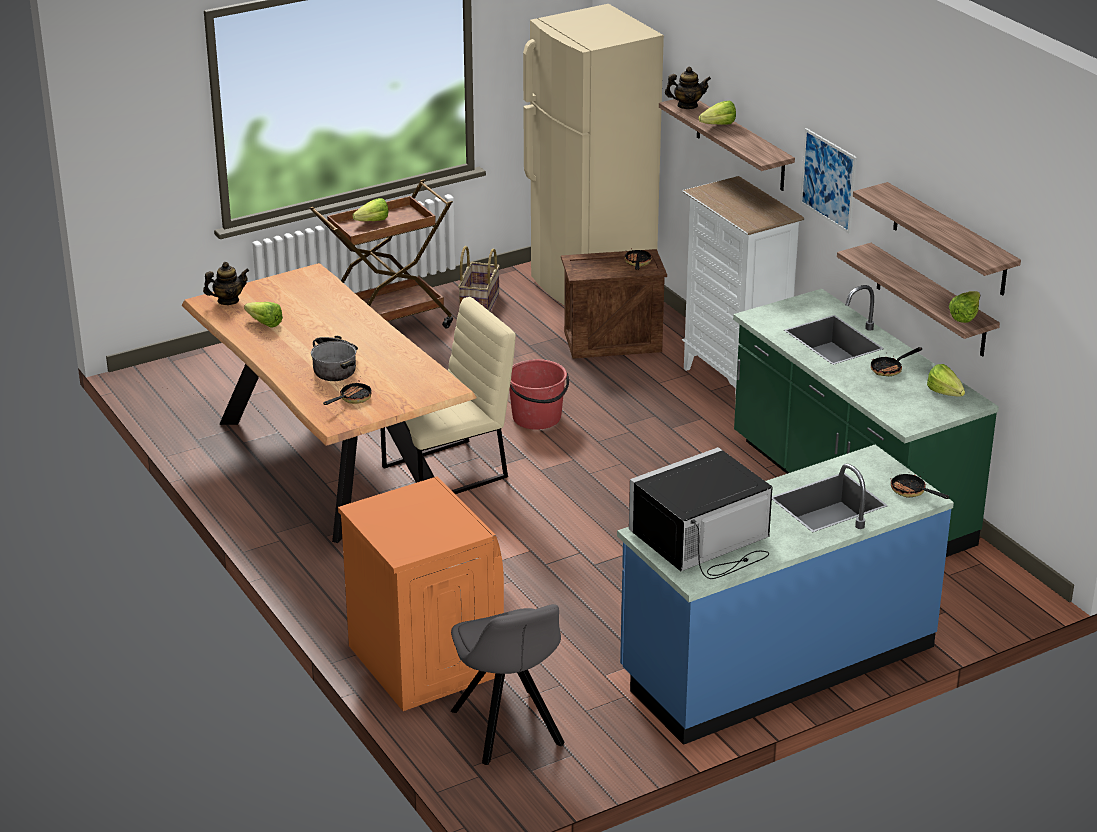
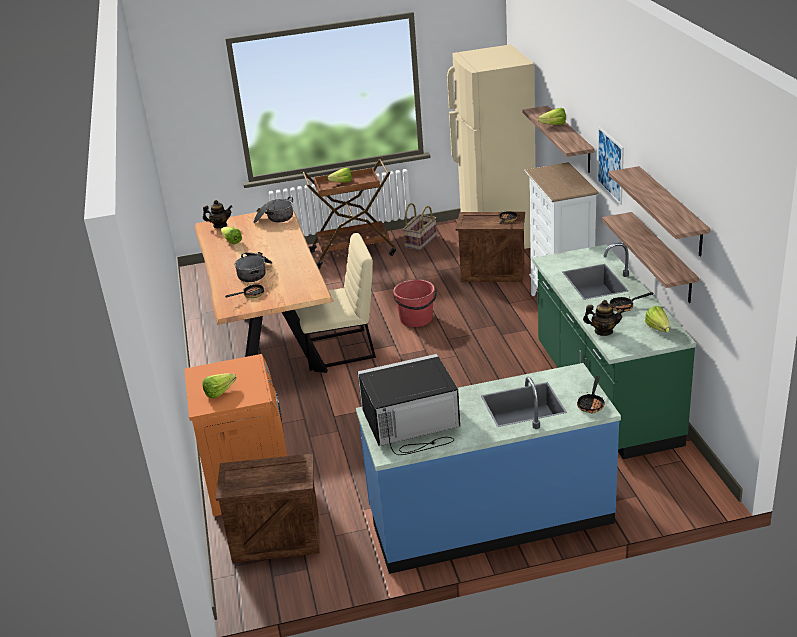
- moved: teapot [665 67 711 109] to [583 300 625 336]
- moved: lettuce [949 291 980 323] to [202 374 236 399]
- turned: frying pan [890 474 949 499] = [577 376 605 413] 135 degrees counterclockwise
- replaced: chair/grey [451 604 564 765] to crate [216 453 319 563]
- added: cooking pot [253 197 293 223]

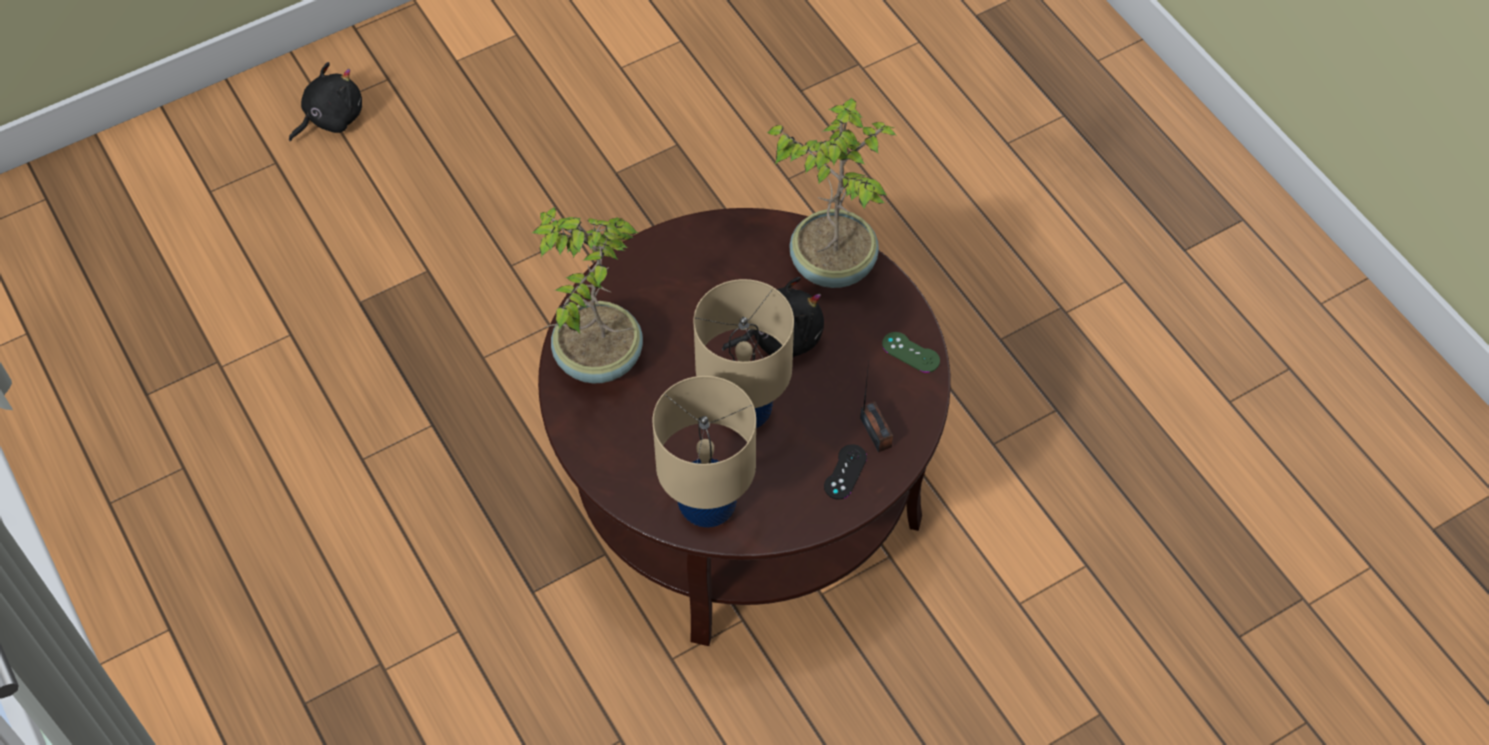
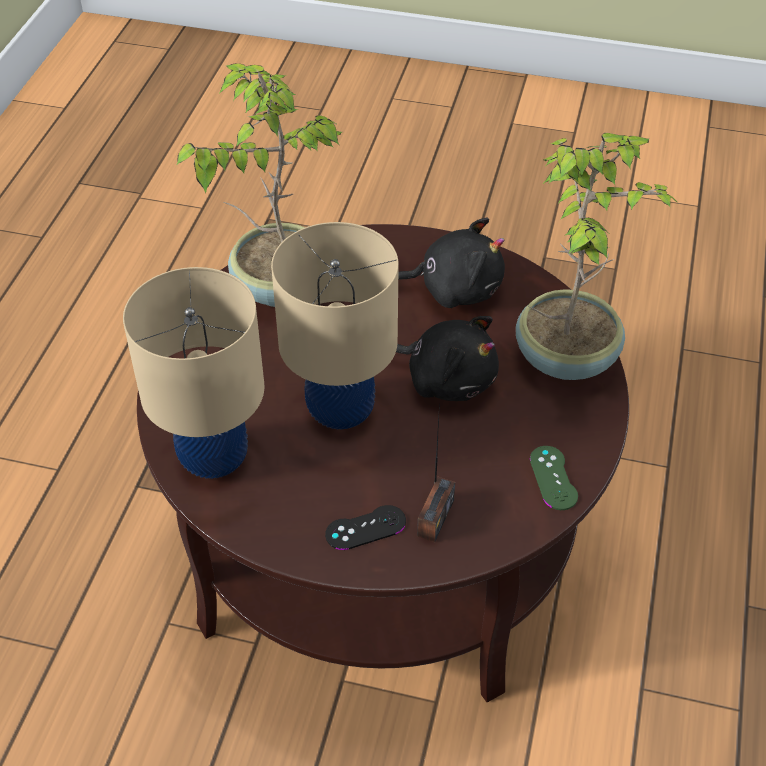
- moved: plush toy/black [289 62 362 141] to [398 218 505 308]

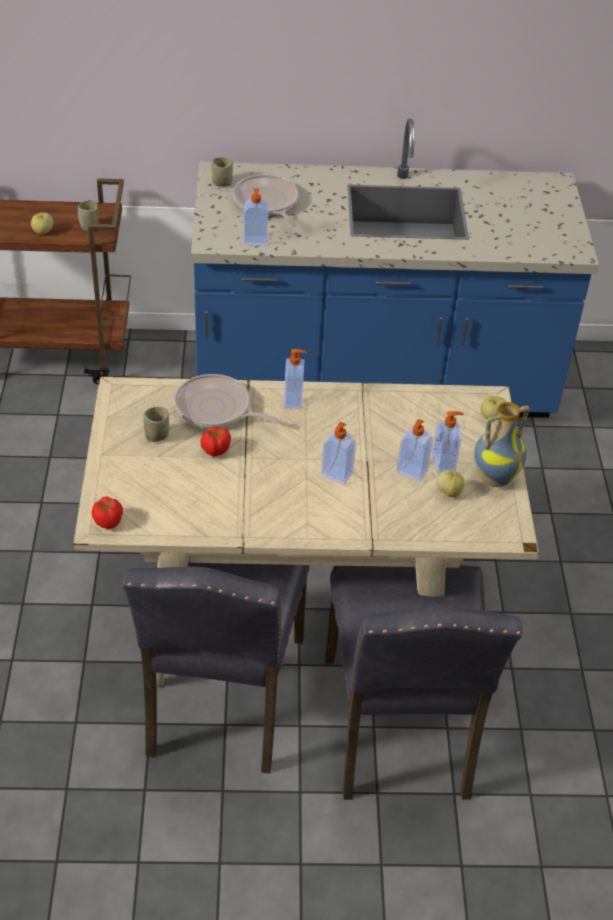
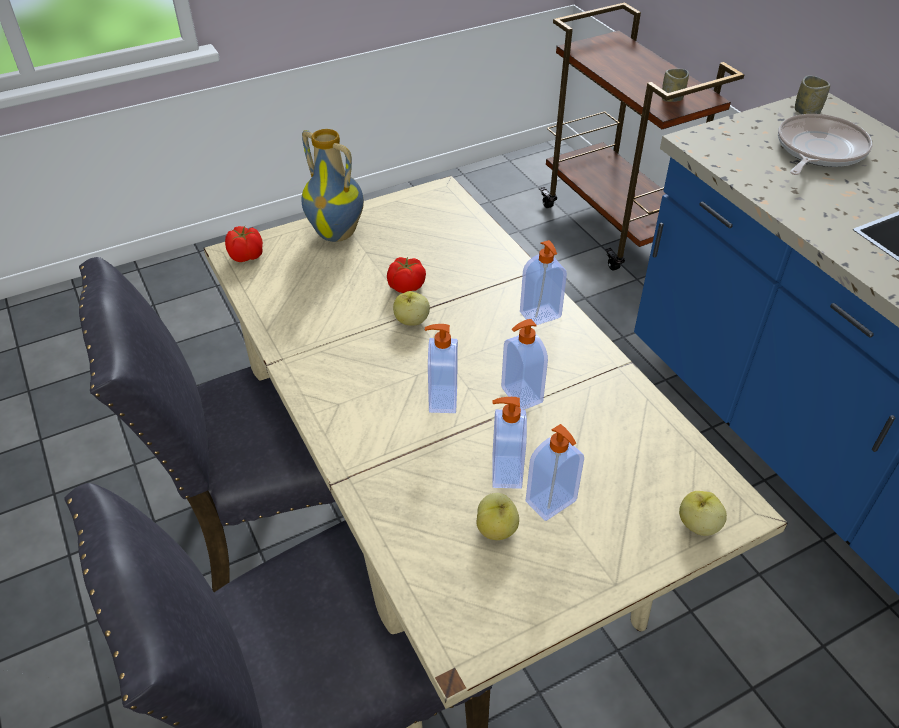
- moved: soap dispenser [244 189 268 246] to [501 319 548 410]
- moved: apple [31 212 53 234] to [393 291 430 325]
- removed: frying pan [174 374 282 428]
- moved: vase [473 402 530 487] to [302 129 364 242]
- removed: cup [143 406 169 442]

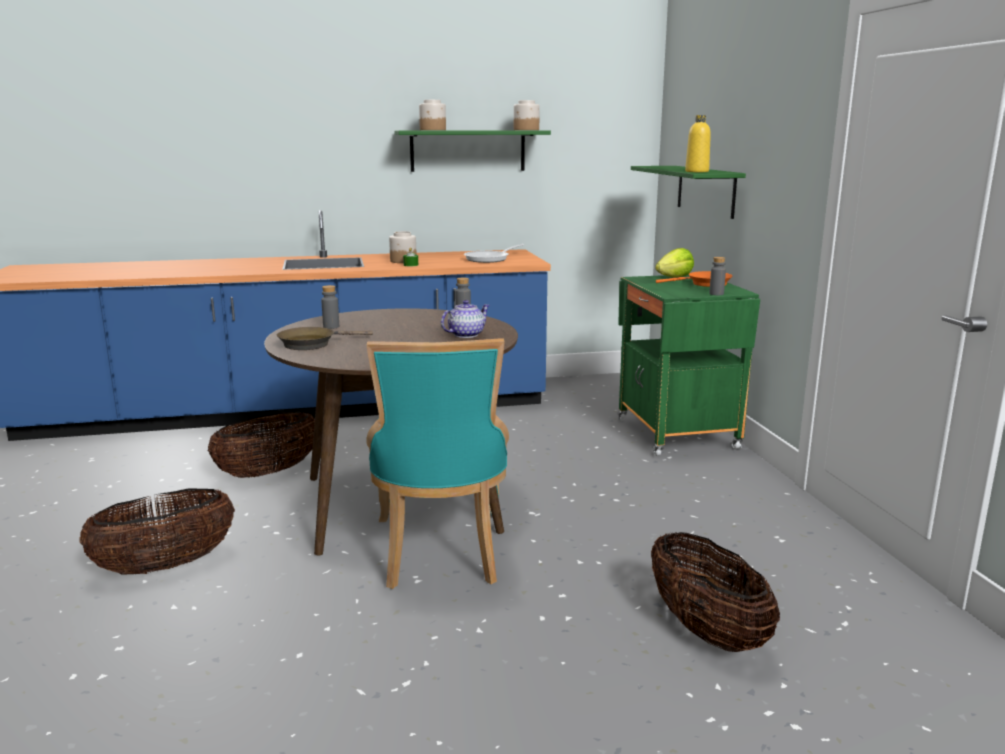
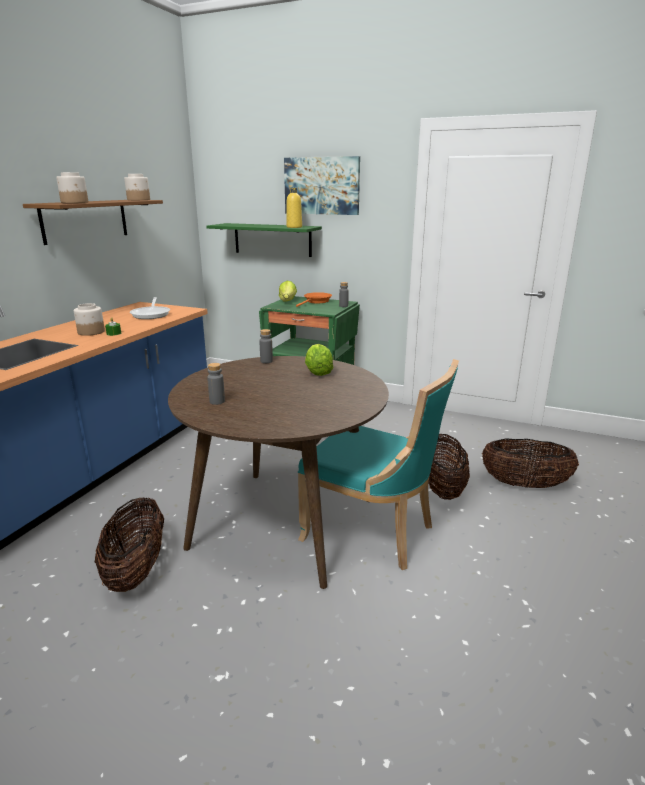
- recoloured: shelf/green [394 130 551 172] to shelf/brown [23 200 163 245]
- replaced: teapot [441 300 490 338] to lettuce [305 344 333 376]
- removed: frying pan/brown [277 327 373 350]
- moved: basket [79 488 235 575] to [428 434 470 500]
- added: picture [284 156 360 215]

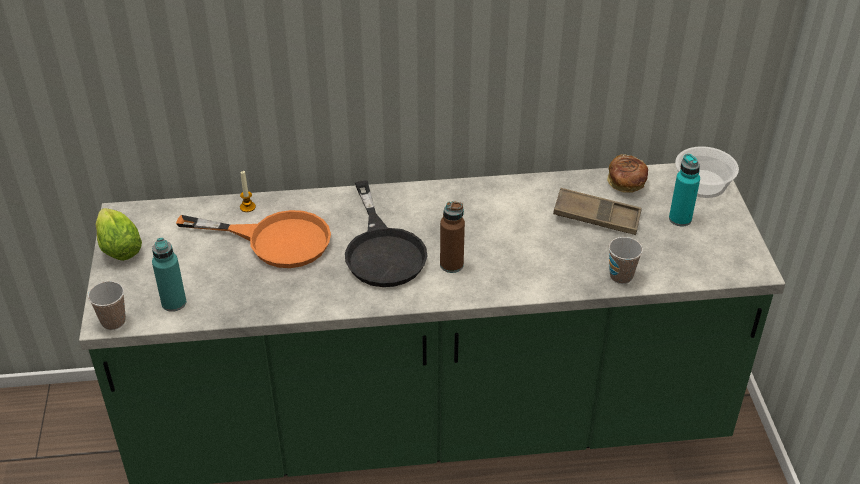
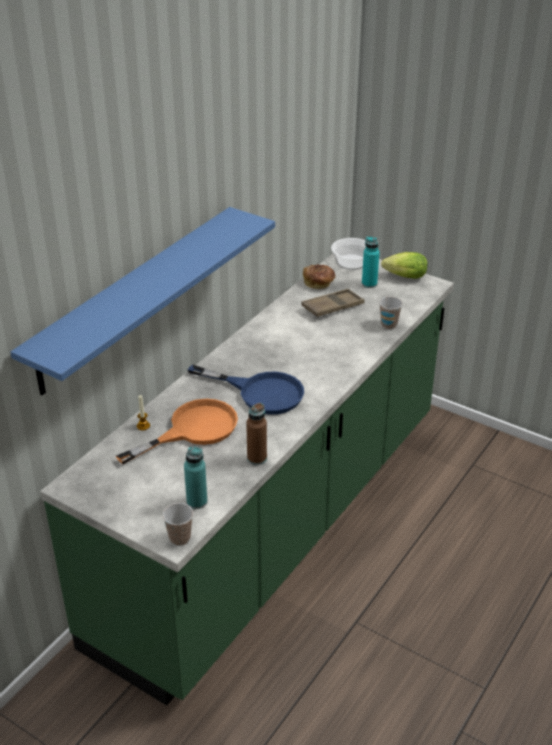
- recoloured: frying pan/black [345 180 427 287] to frying pan/blue [188 365 304 415]
- moved: bottle/brown [440 201 465 273] to [246 403 267 465]
- moved: lettuce [95 208 142 261] to [381 252 427 279]
- added: shelf/blue [10 207 275 395]

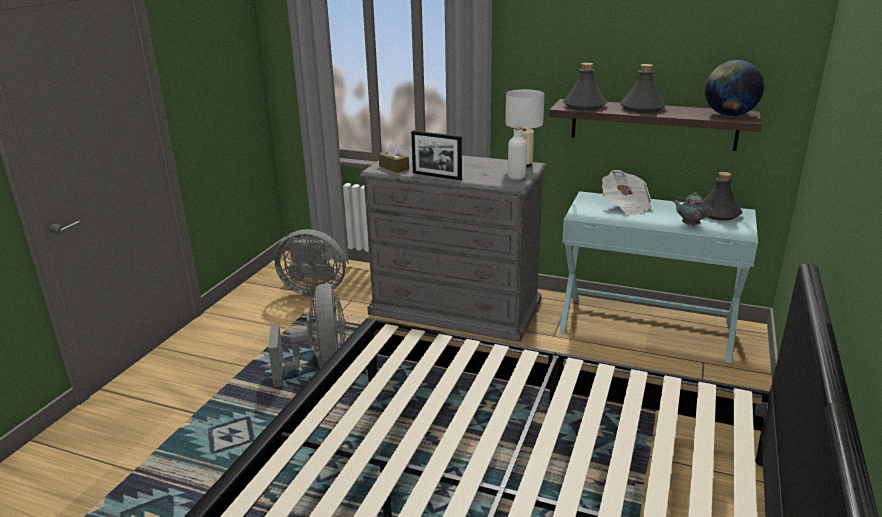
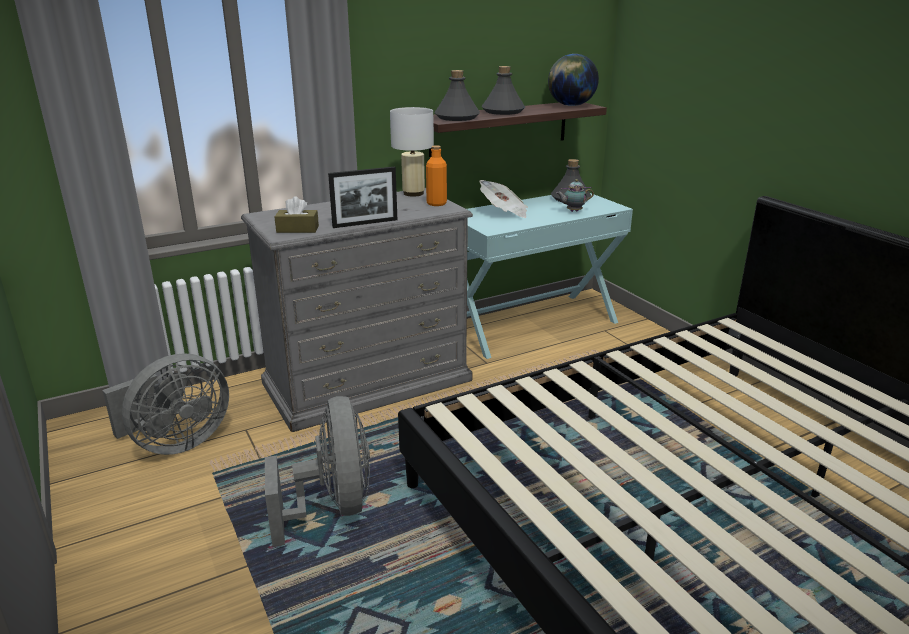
- recoloured: bottle/white [508 126 527 180] to bottle/orange [426 145 447 206]
- turned: fan/grey [268 284 346 387] = [265 396 370 547] 45 degrees clockwise

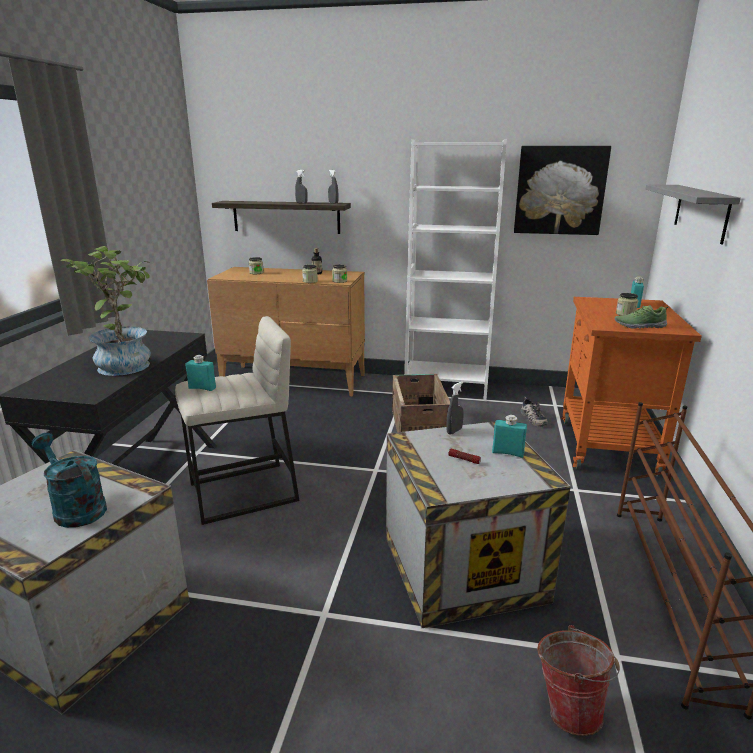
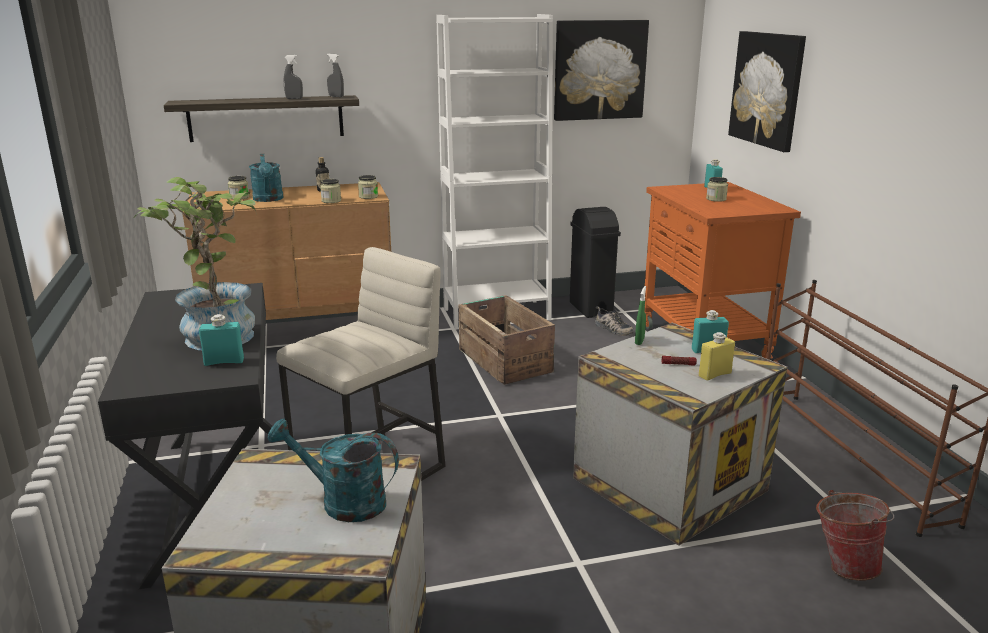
- replaced: shelf/grey [646 184 741 244] to picture [728 31 806 152]
- removed: shoe [615 305 669 329]
- moved: bottle/turquoise [186 355 216 391] to [199 314 244 366]
- recoloured: spray bottle/grey [446 382 464 434] to spray bottle/green [635 286 646 345]
- added: watering can/turquoise [249 154 284 202]
- added: trash can/black [570 207 621 318]
- added: bottle/yellow [699 332 735 381]

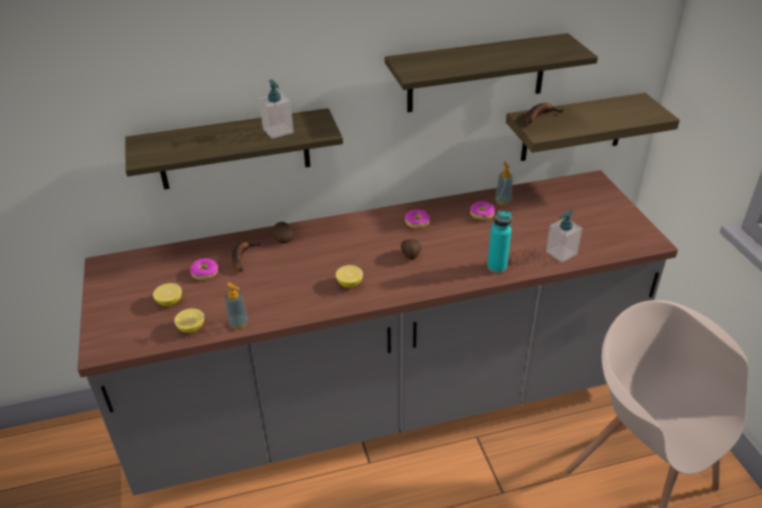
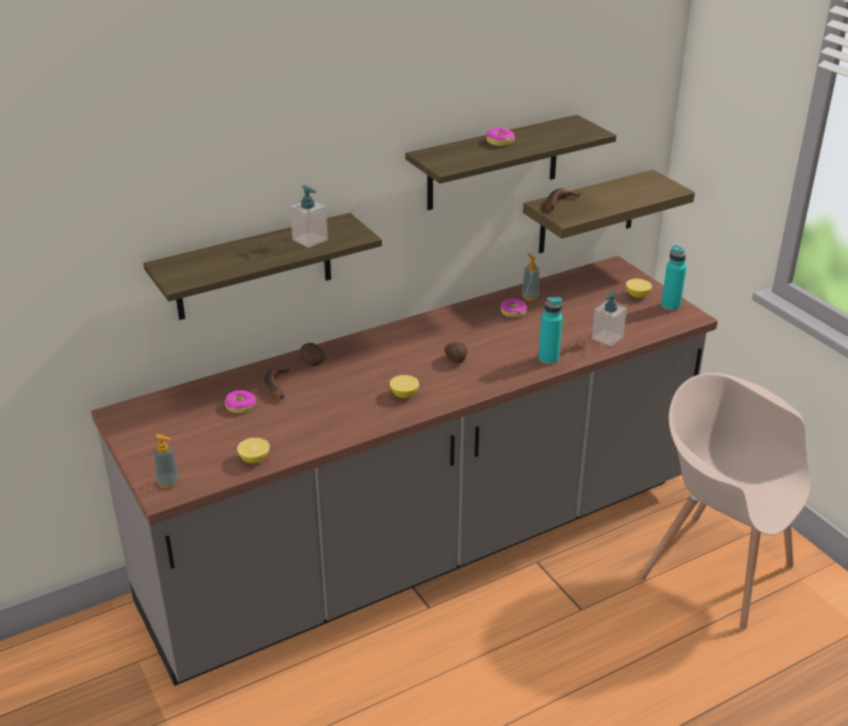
- moved: donut [404 209 430 228] to [486 128 515 146]
- moved: lemon [153 283 182 307] to [626 279 652 298]
- moved: soap dispenser [225 283 248 329] to [153 434 179 489]
- added: bottle/turquoise [661 245 687 311]

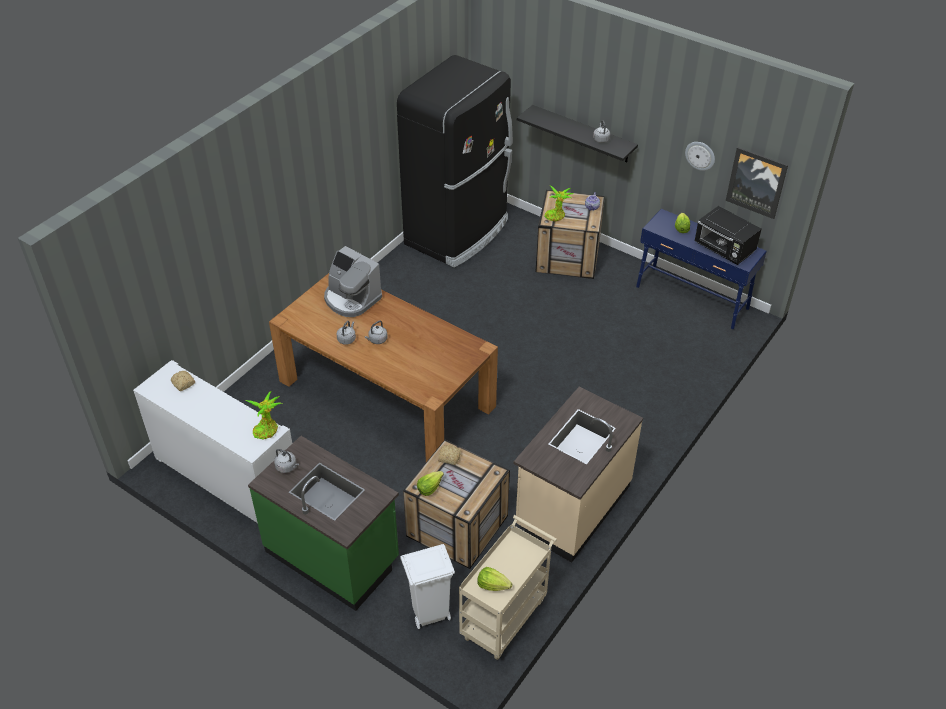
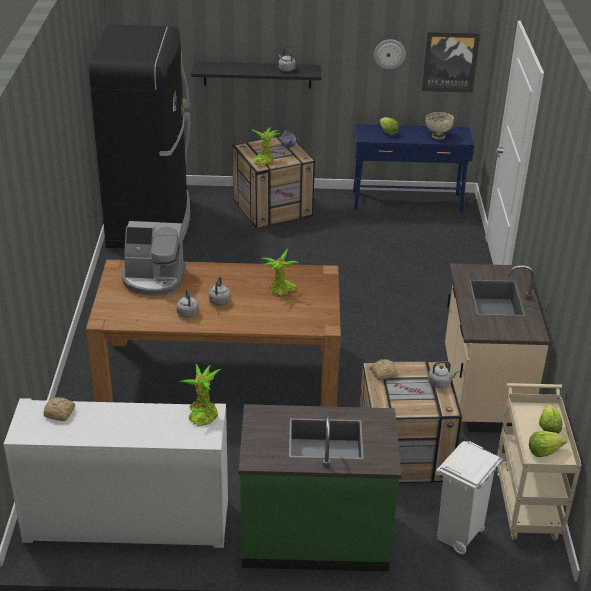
- replaced: microwave/black [694 206 761 265] to bowl/beige [426 112 454 139]
- moved: kettle/grey [274 449 299 473] to [428 361 459 388]
- moved: lettuce [417 471 444 496] to [539 404 563 434]
- added: potted plant [261 249 299 296]

